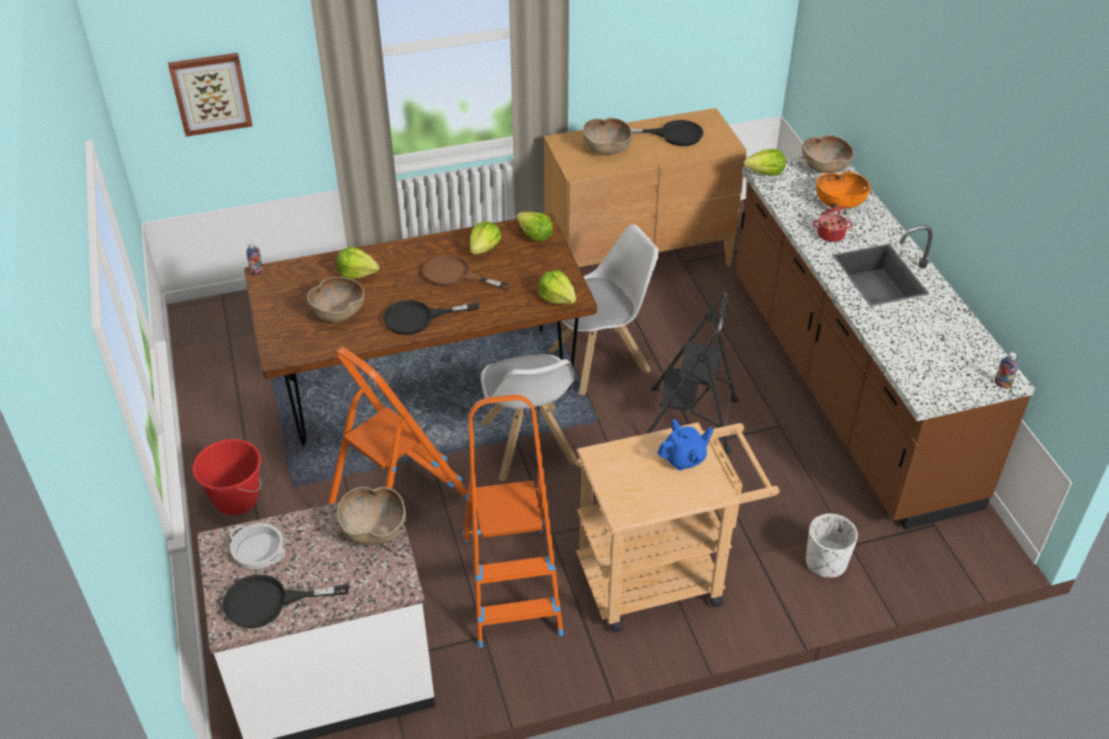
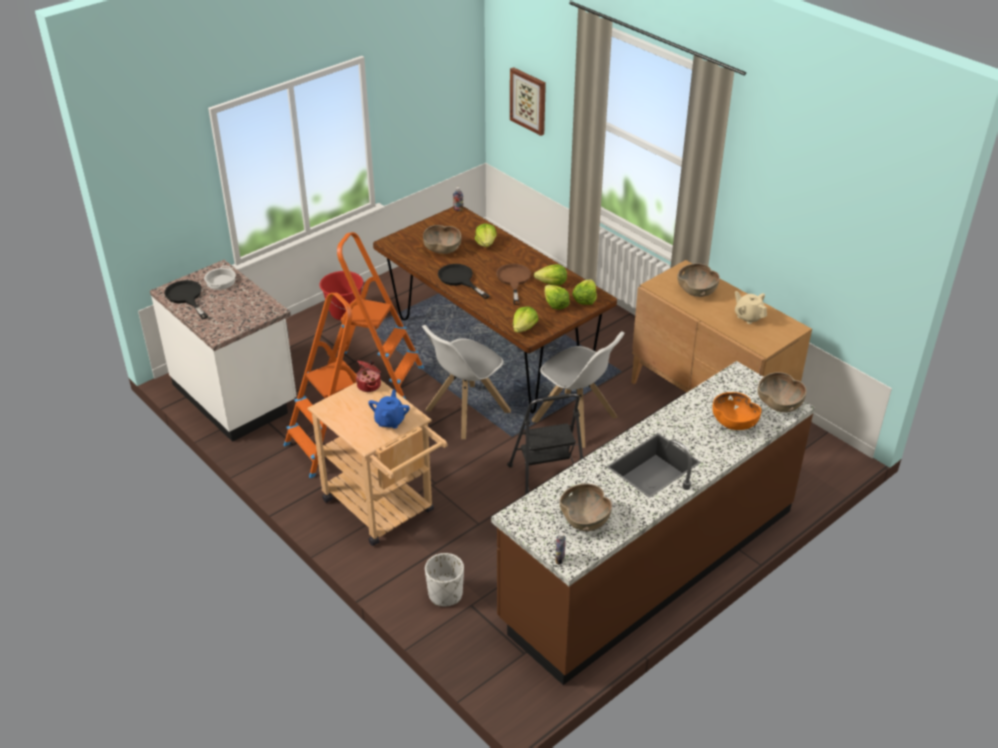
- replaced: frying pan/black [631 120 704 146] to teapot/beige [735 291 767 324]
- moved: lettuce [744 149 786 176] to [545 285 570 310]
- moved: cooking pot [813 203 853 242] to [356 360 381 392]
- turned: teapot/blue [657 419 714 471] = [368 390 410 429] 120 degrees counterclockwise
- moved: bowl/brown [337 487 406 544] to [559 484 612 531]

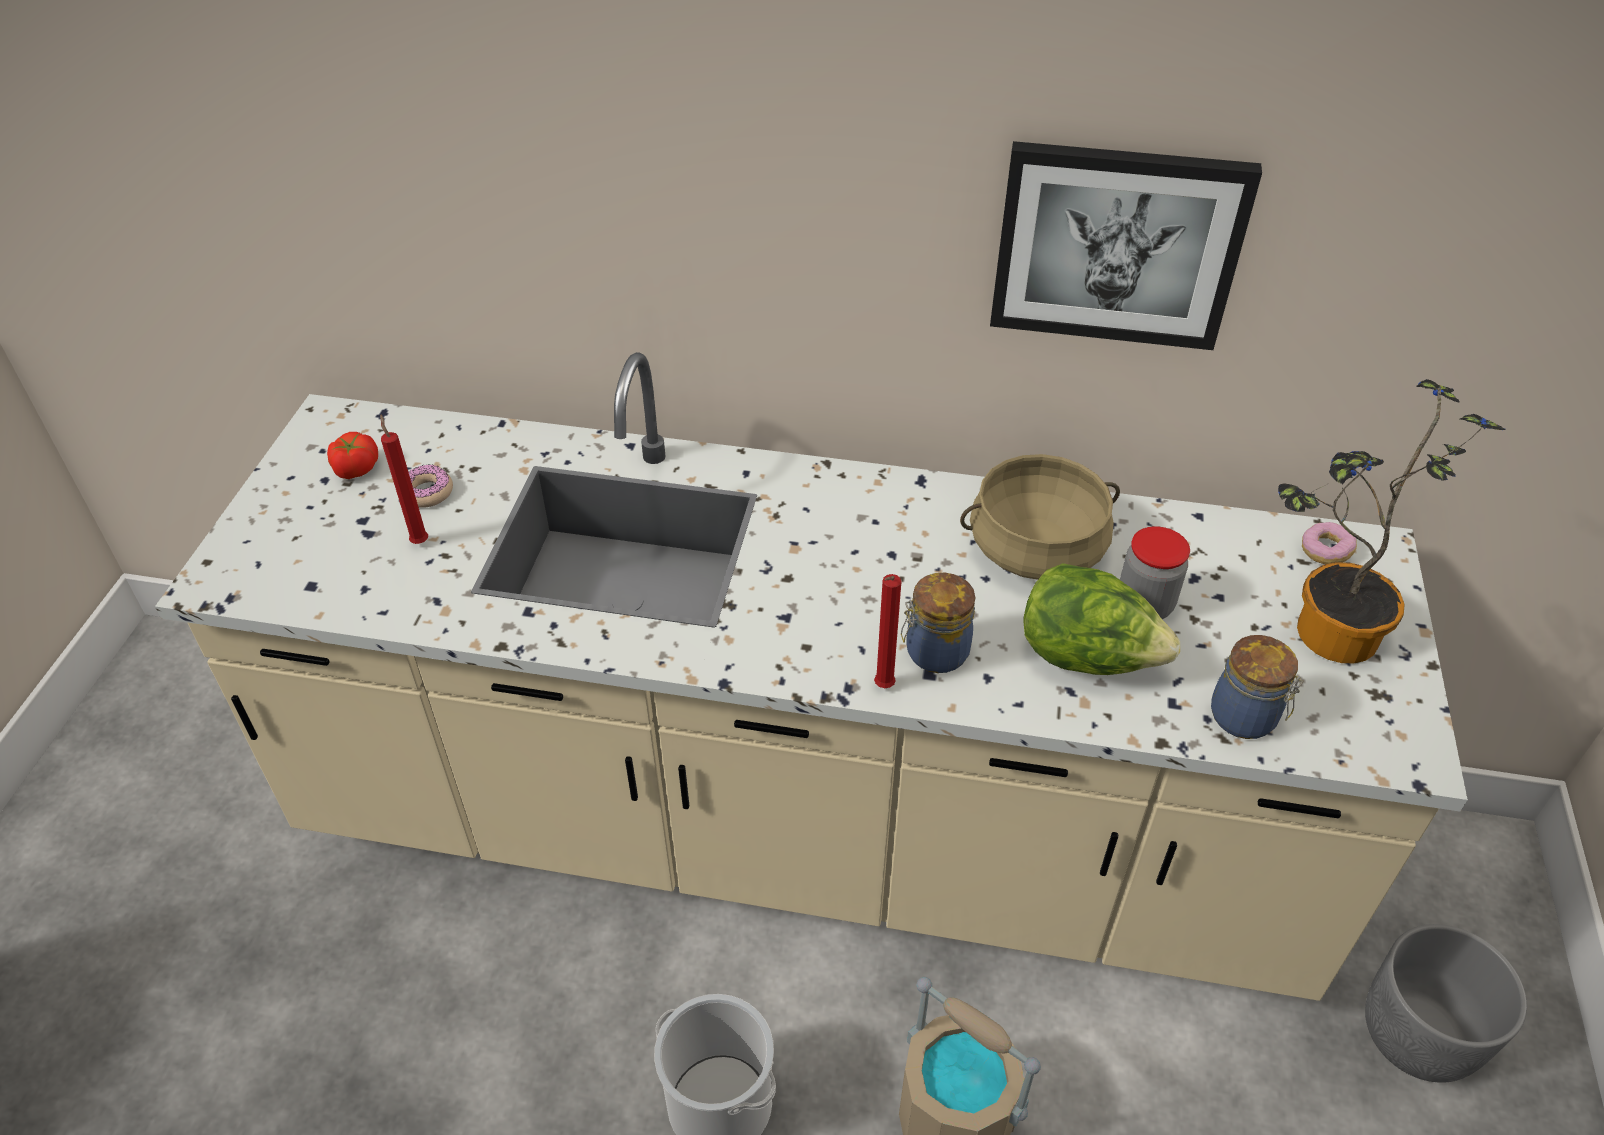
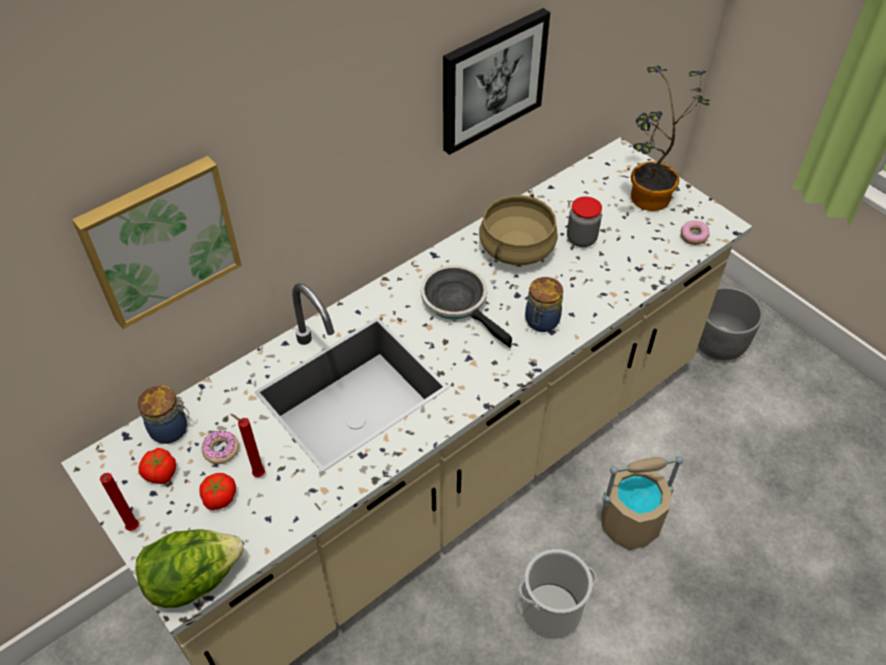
- moved: donut [1302 522 1357 564] to [681 221 710 245]
- moved: lettuce [1023 563 1180 675] to [135 530 244 608]
- moved: candle/red [874 574 902 688] to [100 473 139 531]
- moved: jar [1211 635 1303 739] to [138 385 189 444]
- added: picture [72 156 242 329]
- added: frying pan [421 265 512 348]
- added: tomato [199 473 236 510]

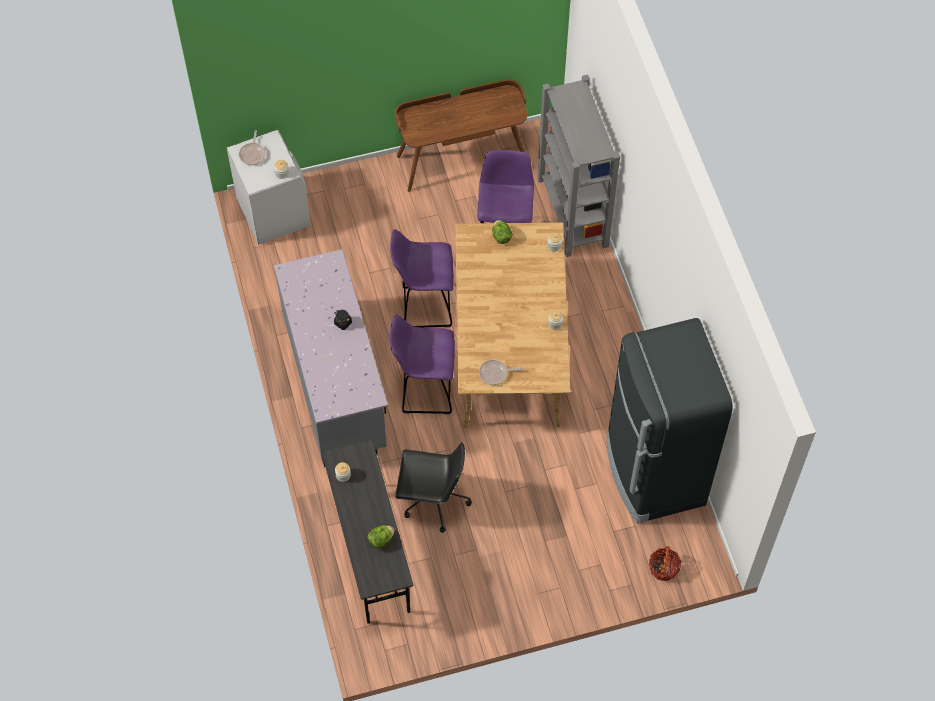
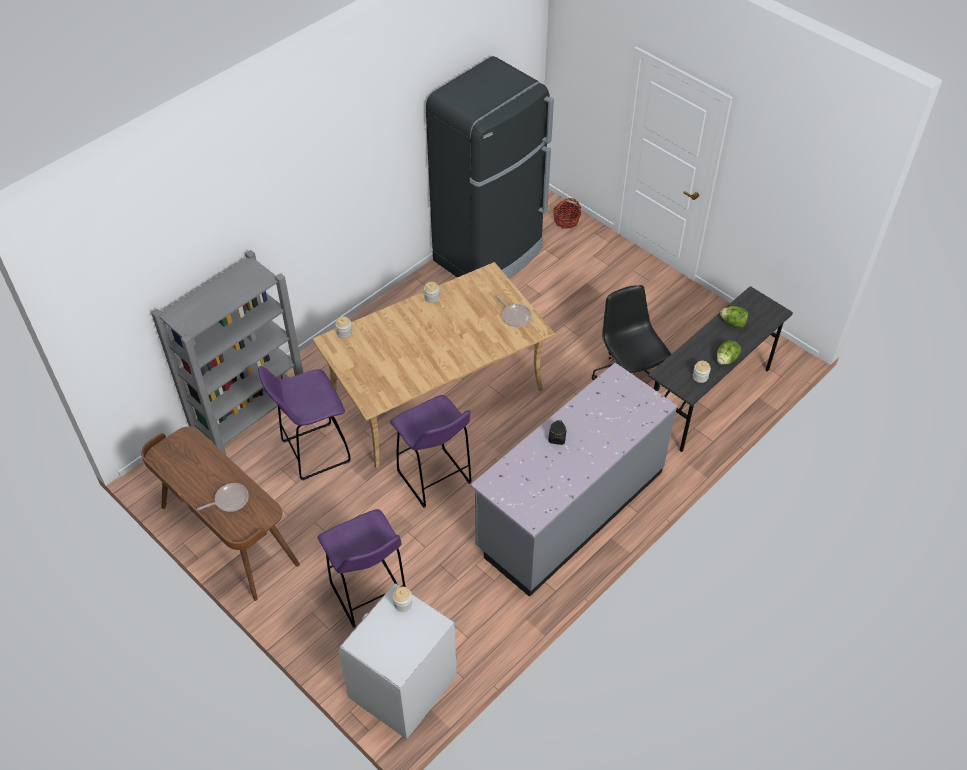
- moved: frying pan [239 130 266 165] to [197 483 249 512]
- moved: lettuce [492 220 512 244] to [717 340 741 365]
- moved: stool/purple [390 315 455 414] to [318 509 406 628]

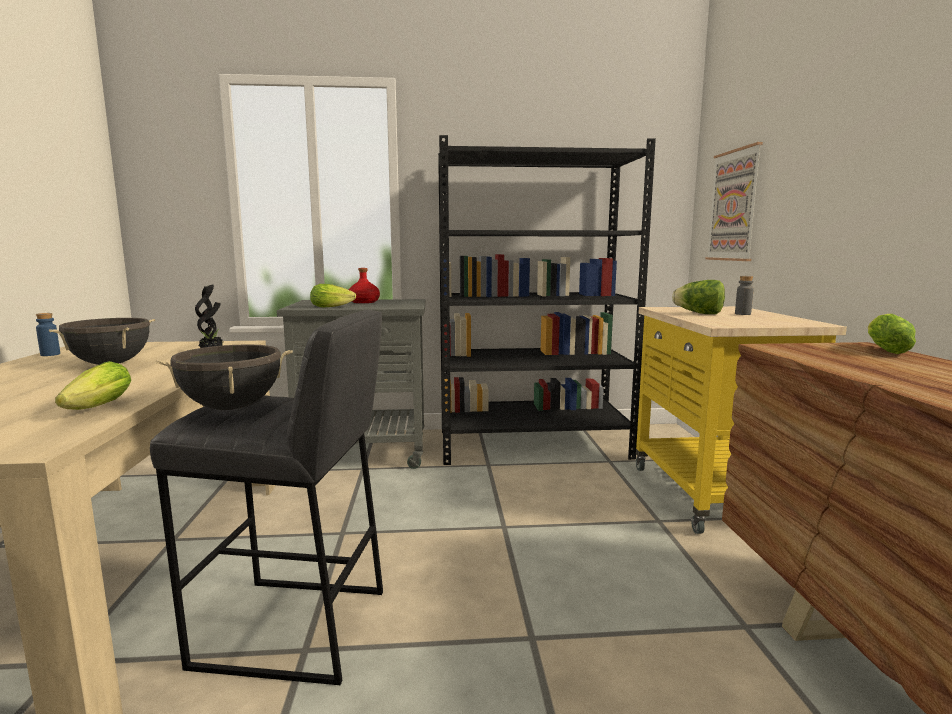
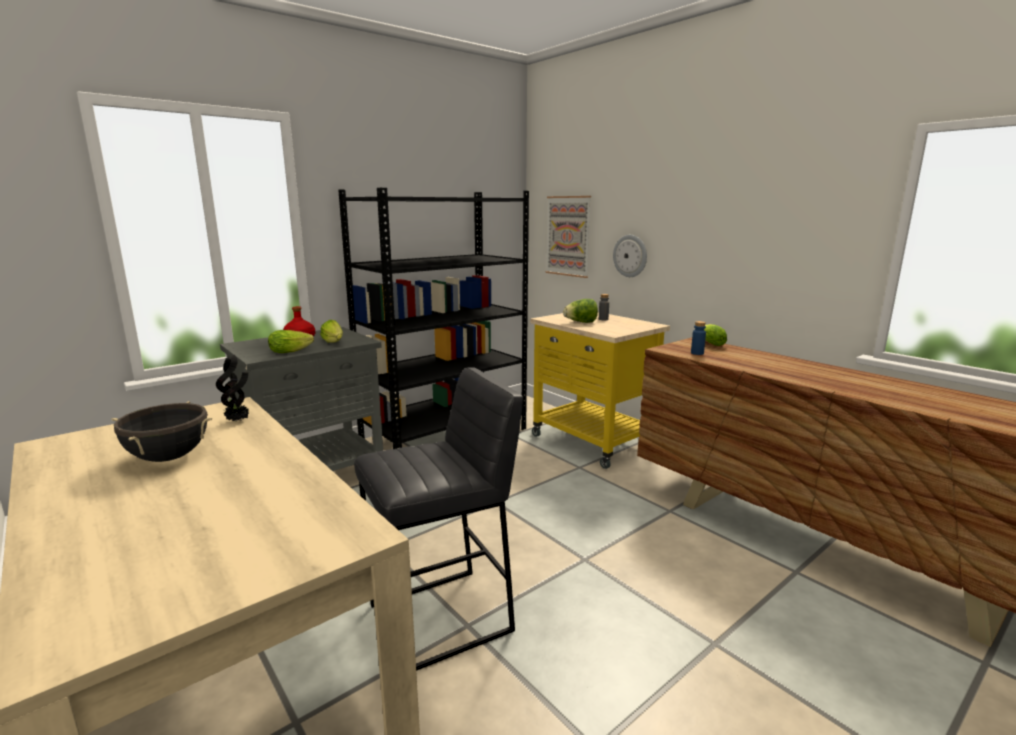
- moved: bottle/blue [36 313 60 356] to [691 321 706 355]
- removed: cooking pot/black [155 344 293 410]
- moved: lettuce [55 361 131 410] to [320 320 343 343]
- added: wall clock [613 235 647 277]

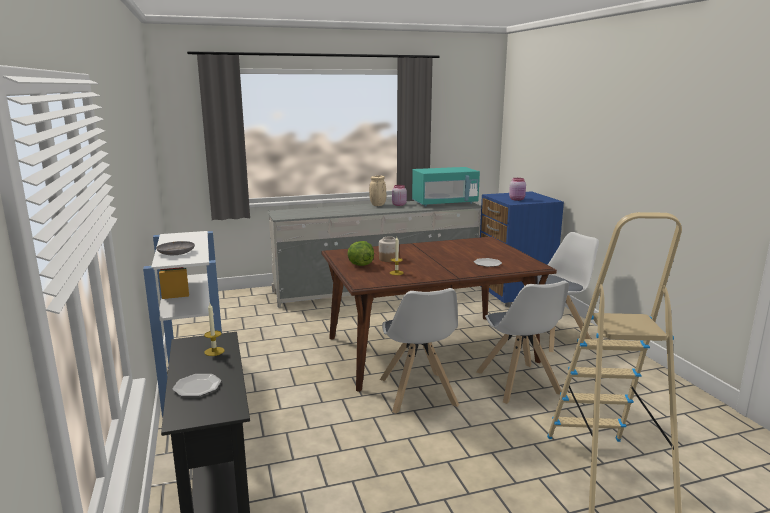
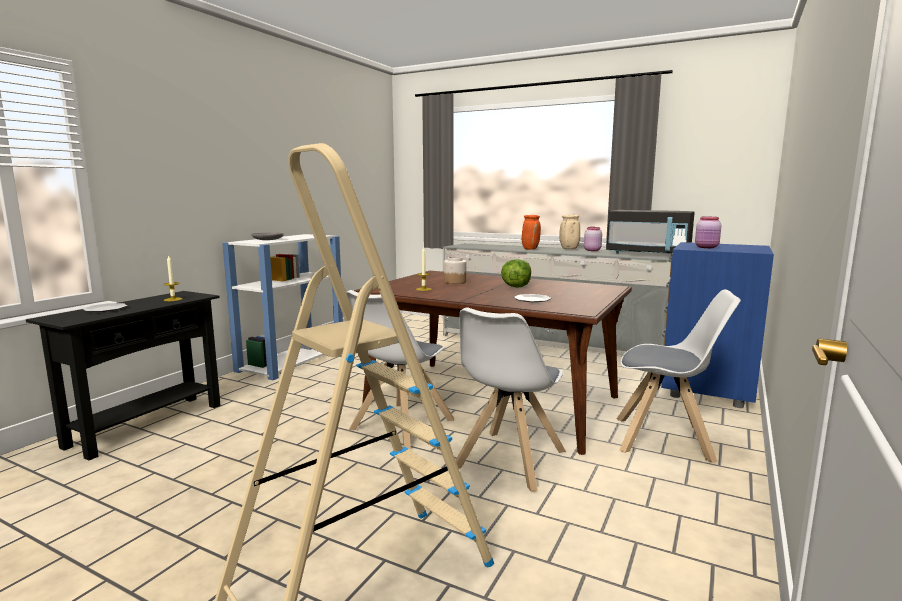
- recoloured: microwave/turquoise [412 167 480 206] to microwave/black [607 210 695 254]
- moved: lettuce [347 241 374 266] to [501 259 531 288]
- added: vase/orange [522 215 541 250]

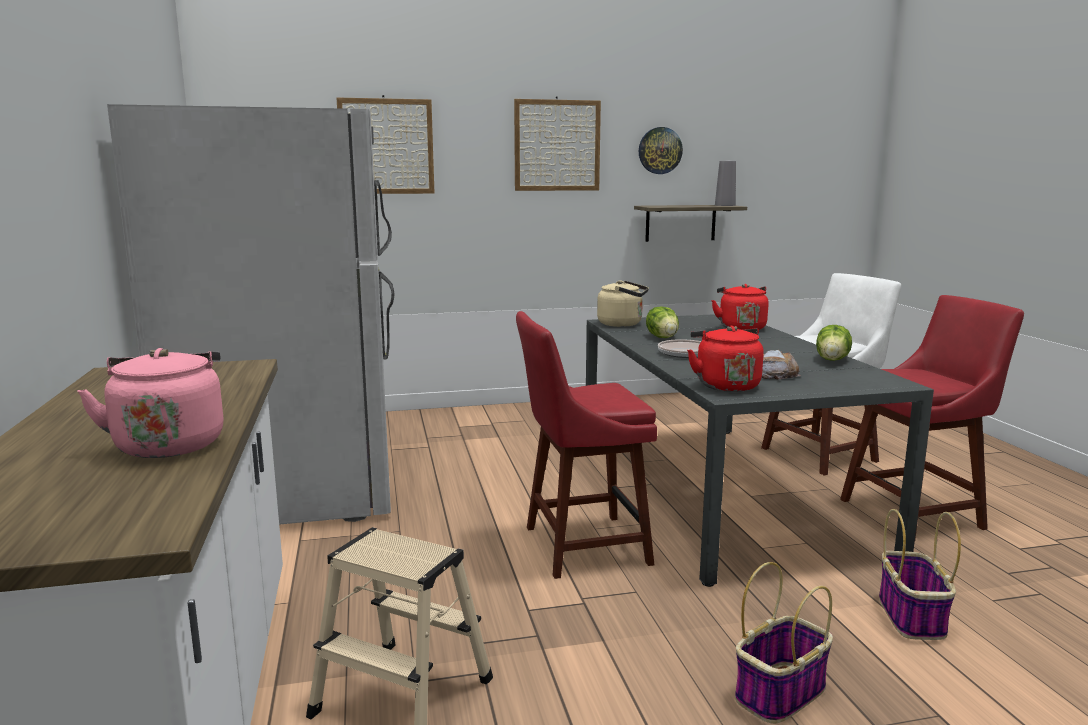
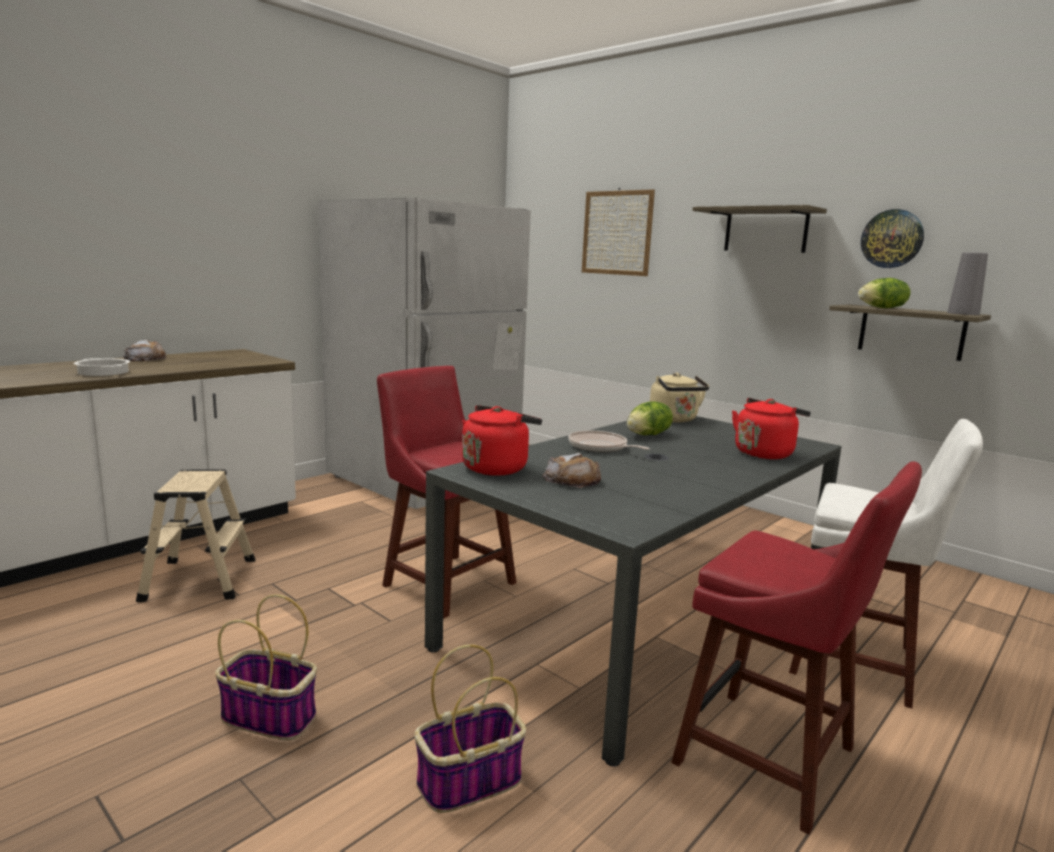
- replaced: picture [514 96 601 191] to shelf [692 205 827 253]
- moved: lettuce [816 325 852 361] to [858 278 911 308]
- replaced: kettle/pink [77 348 224 458] to cooking pot [74 358 130 376]
- added: bread [123 340 167 361]

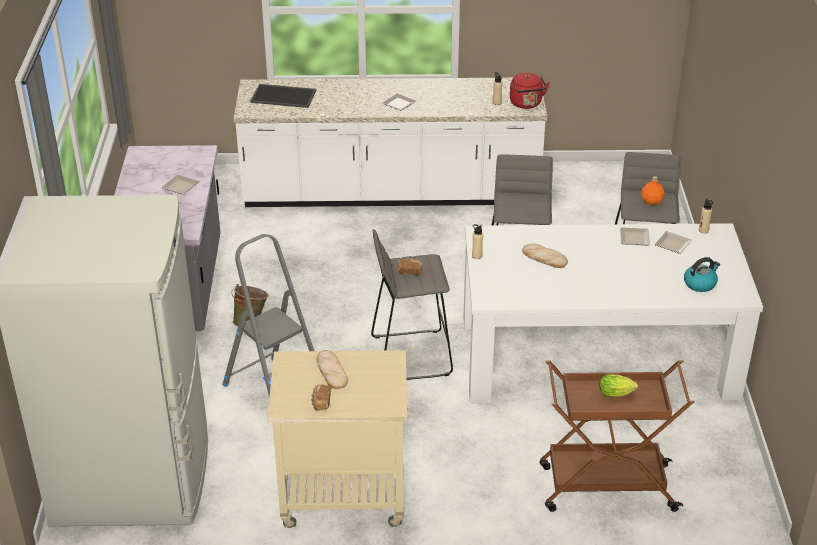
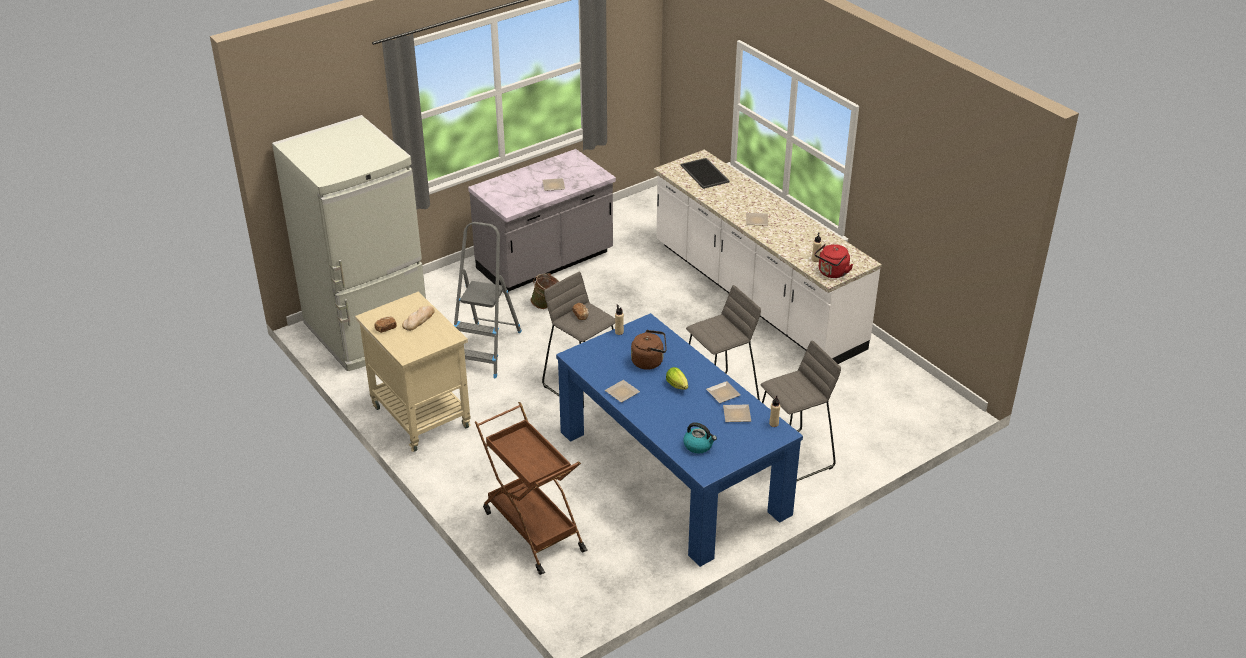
- removed: bottle/orange [641 176 665 205]
- recoloured: dining table/white [463 223 763 403] to dining table/blue [556 313 803 567]
- replaced: bread [522 243 568 268] to kettle/brown [631 330 667 370]
- moved: lettuce [600 374 638 397] to [666 367 688 390]
- added: plate [605 380 640 403]

